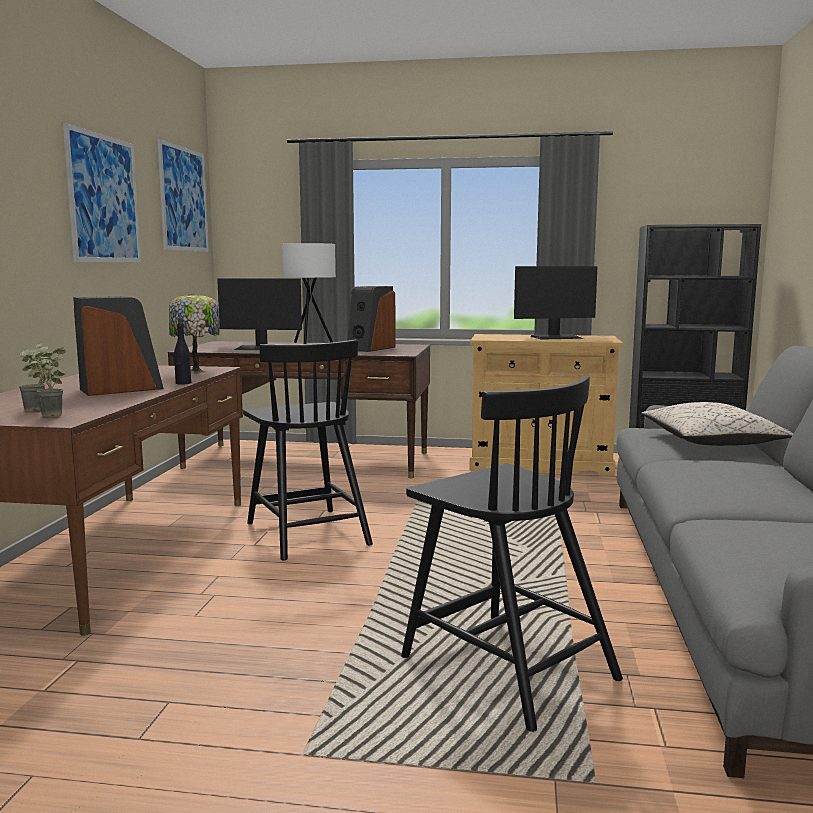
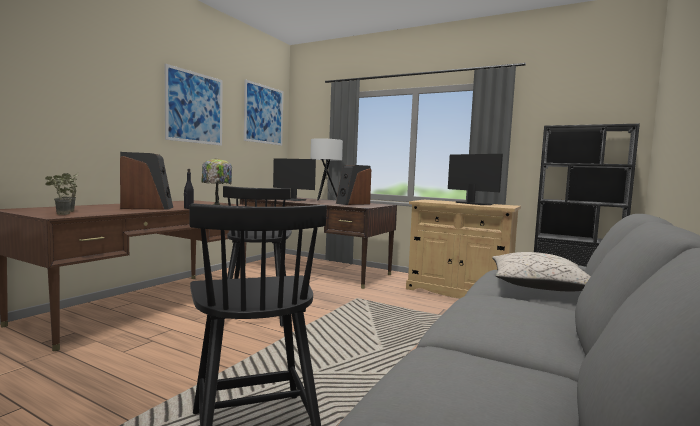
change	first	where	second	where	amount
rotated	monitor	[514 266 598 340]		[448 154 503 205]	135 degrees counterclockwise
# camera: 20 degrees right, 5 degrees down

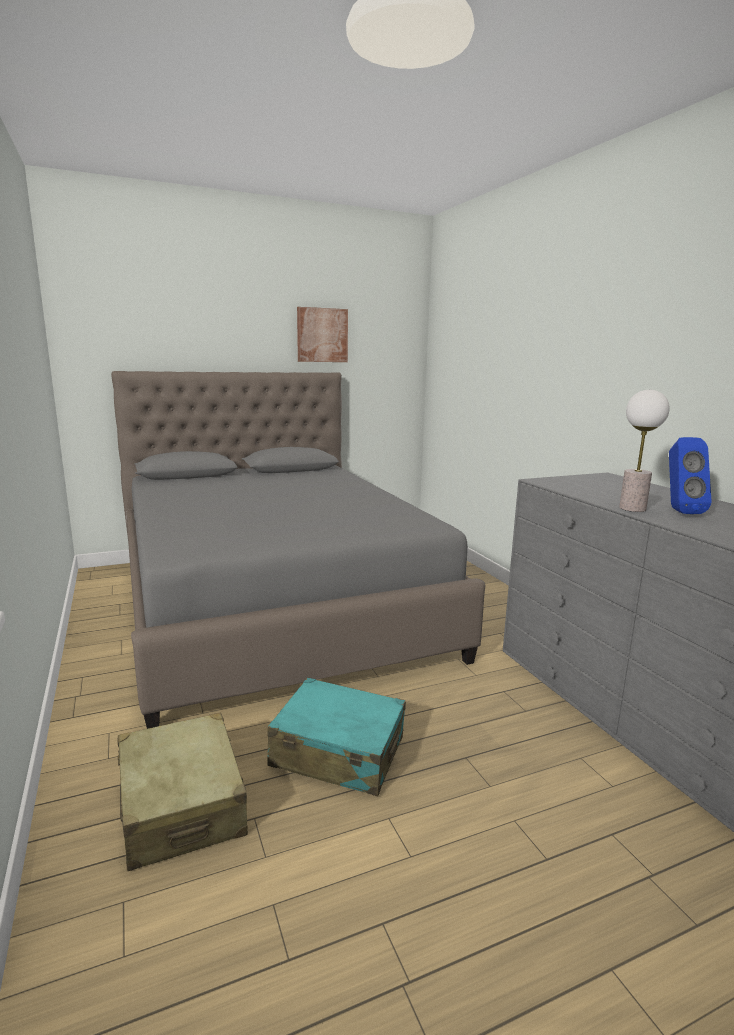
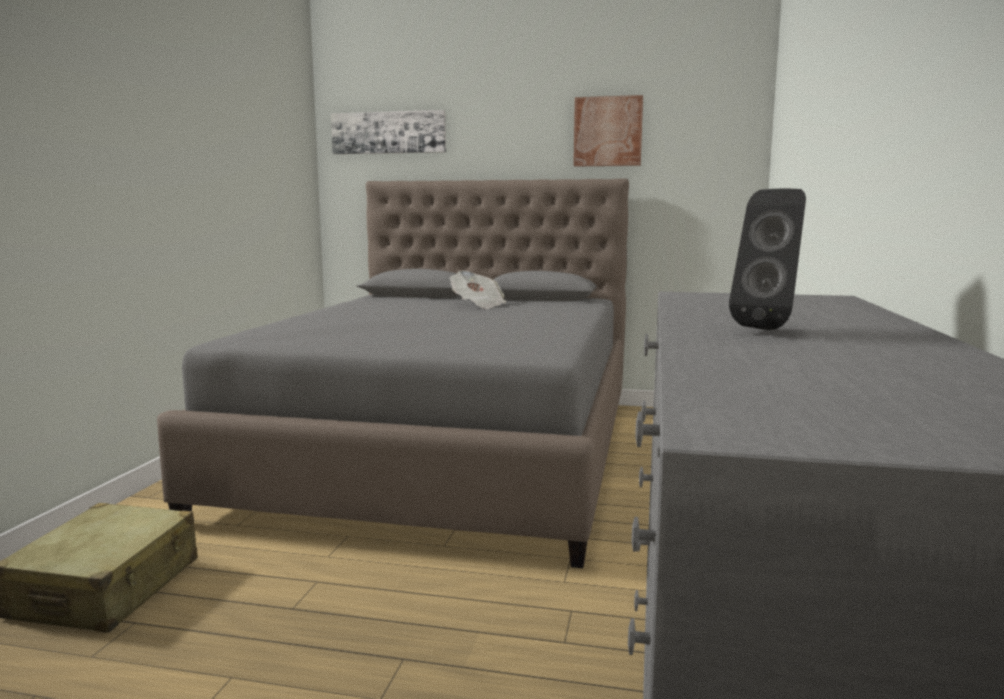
change	first	where	second	where	amount
gone	table lamp	[619 390 670 512]			
repainted	blue speaker	[669 437 712 514]	black speaker	[729 189 806 330]	
gone	turquoise suitcase	[267 677 406 796]			
new			picture	[331 110 446 154]	
new			newspaper	[450 270 506 309]	
# camera: 35 degrees right, 5 degrees down

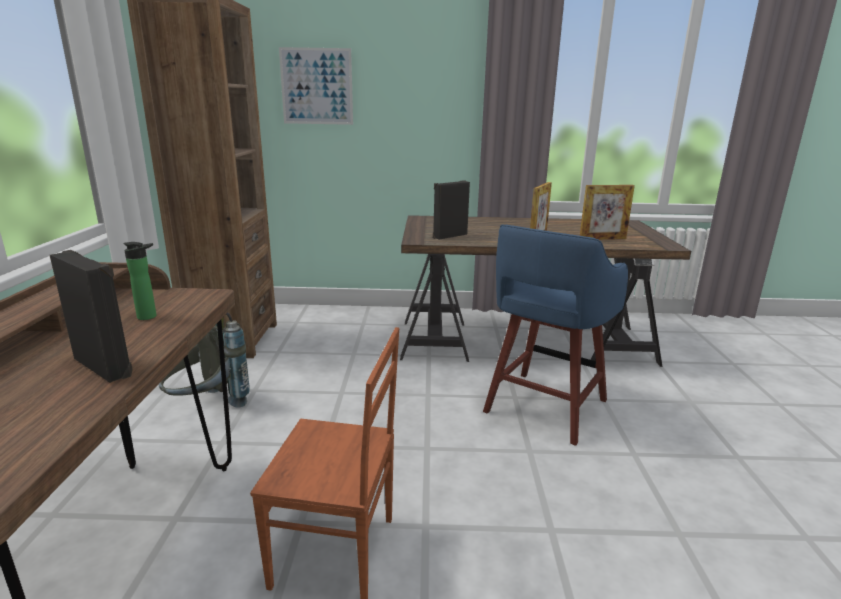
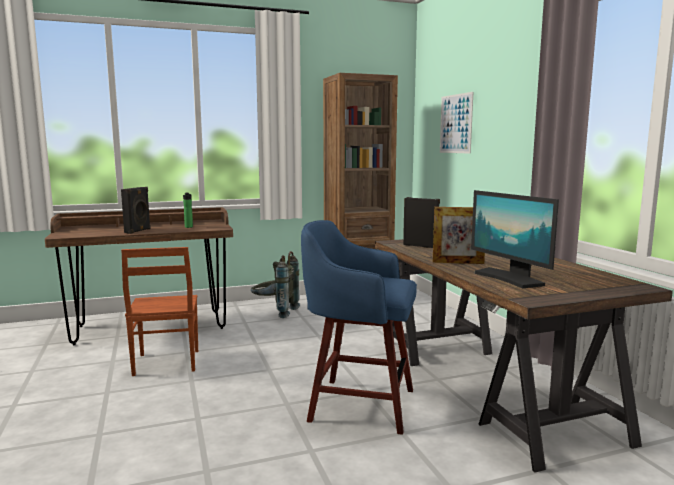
change	first	where	second	where	amount
swapped	picture frame	[580 185 635 240]	monitor	[471 190 559 288]	
# camera: 70 degrees right, 10 degrees down

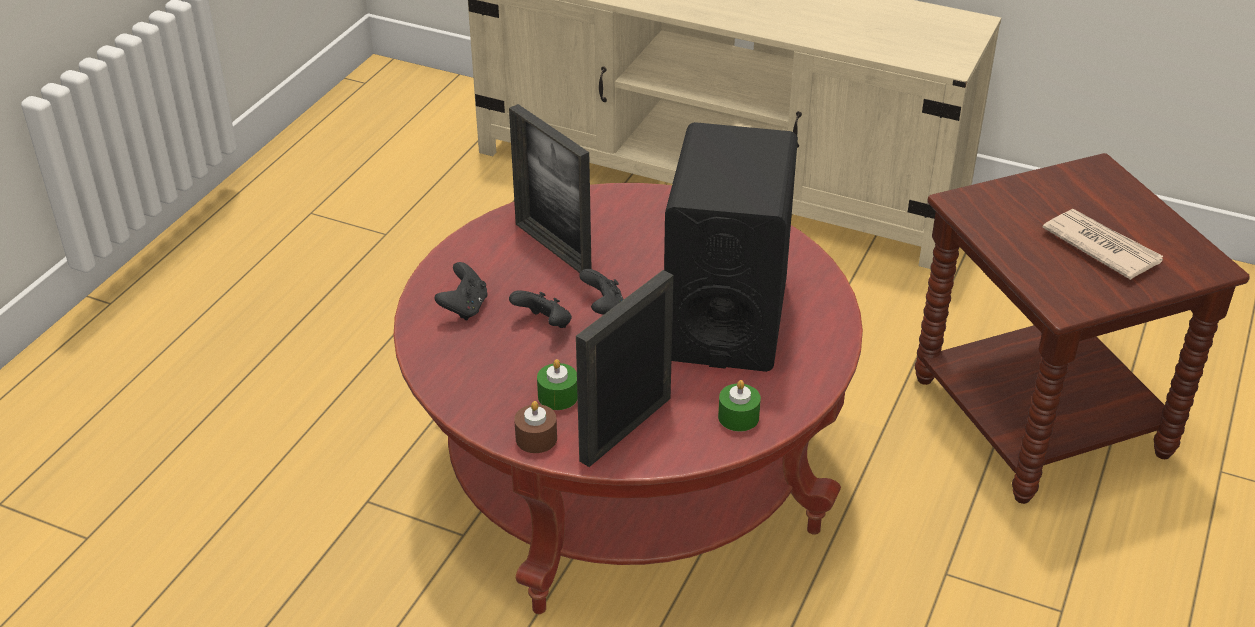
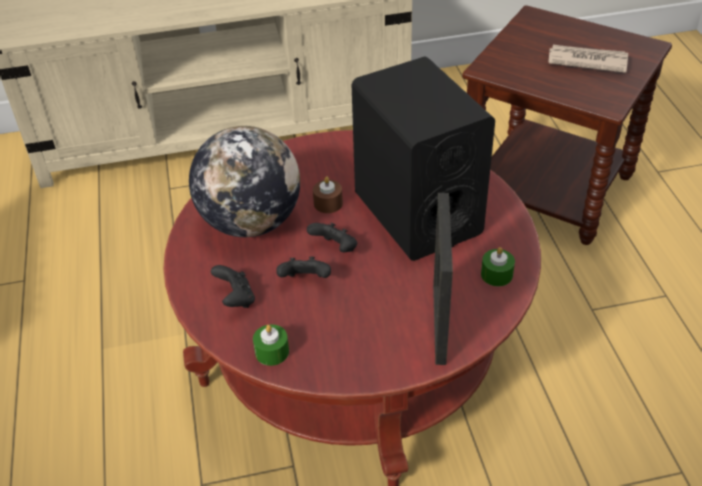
change	first	where	second	where	amount
swapped	picture frame	[509 104 592 273]	globe	[189 126 300 237]	
shifted	green candle	[537 359 578 410]		[253 324 289 366]	
shifted	brown candle	[514 401 557 453]		[313 176 343 213]	
# camera: 35 degrees left, 5 degrees up

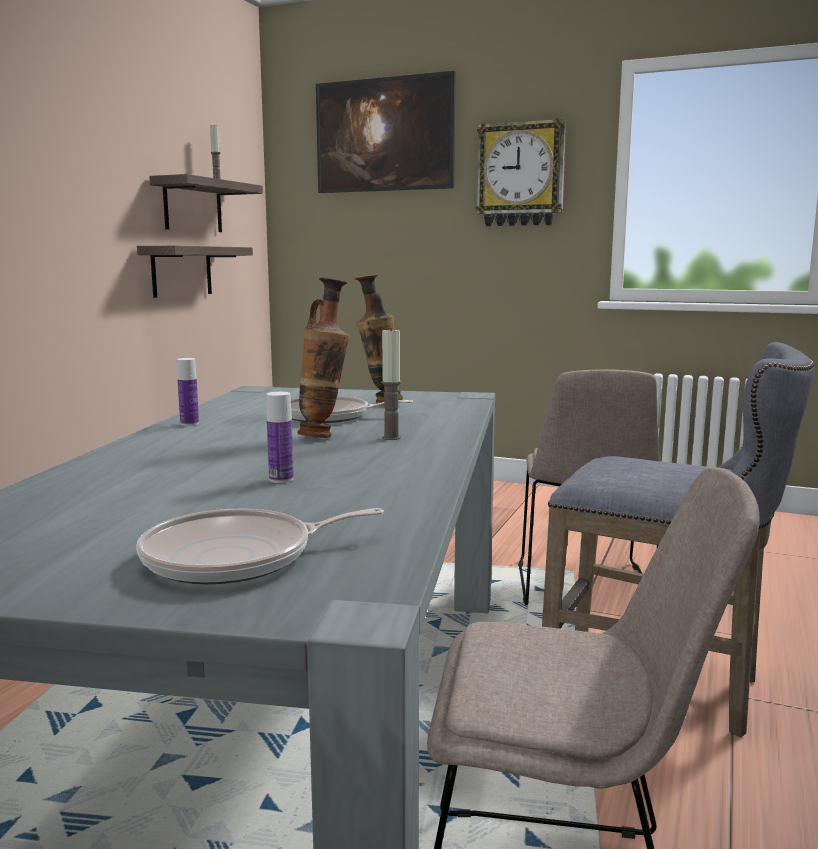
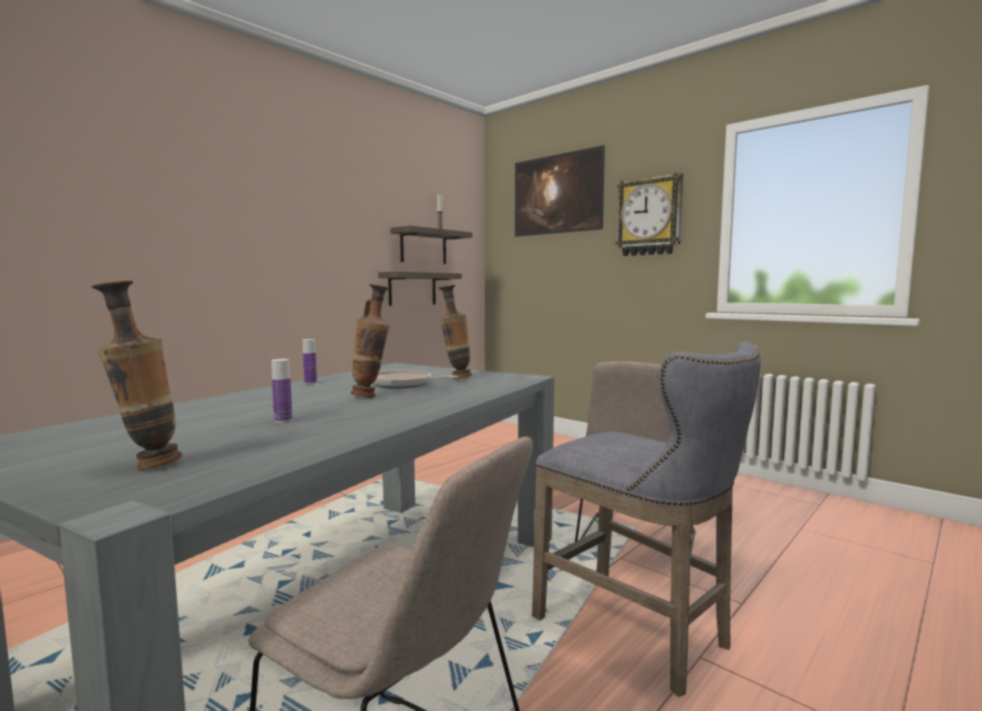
change	first	where	second	where	amount
gone	candle	[382 327 401 440]			
swapped	frying pan	[136 508 384 584]	vase	[91 280 182 470]	
# camera: 20 degrees right, 5 degrees down

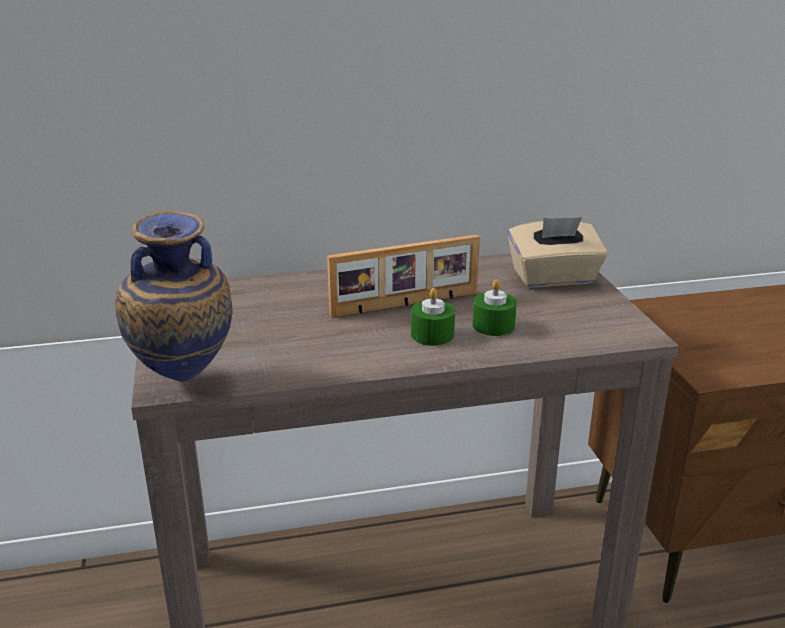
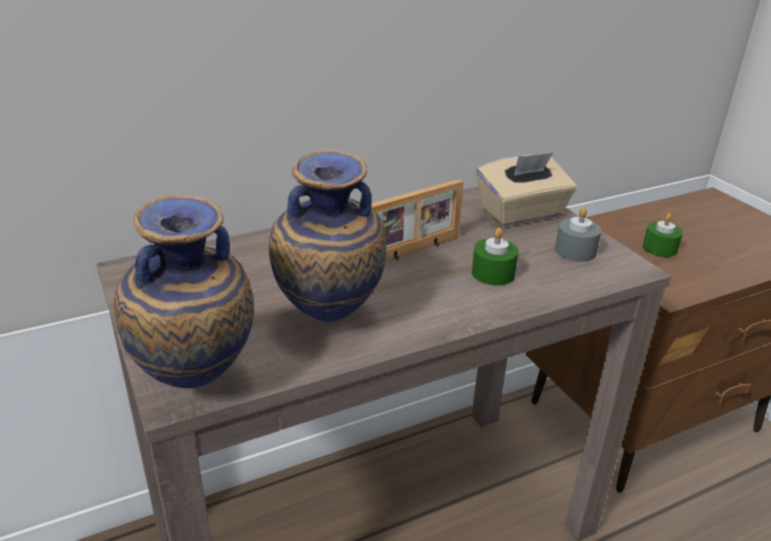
change	first	where	second	where	amount
shifted	green candle	[411 288 455 346]		[643 213 683 257]	
new			vase	[269 149 386 322]	
new			grey candle	[555 207 601 262]	
# camera: 15 degrees left, 5 degrees up

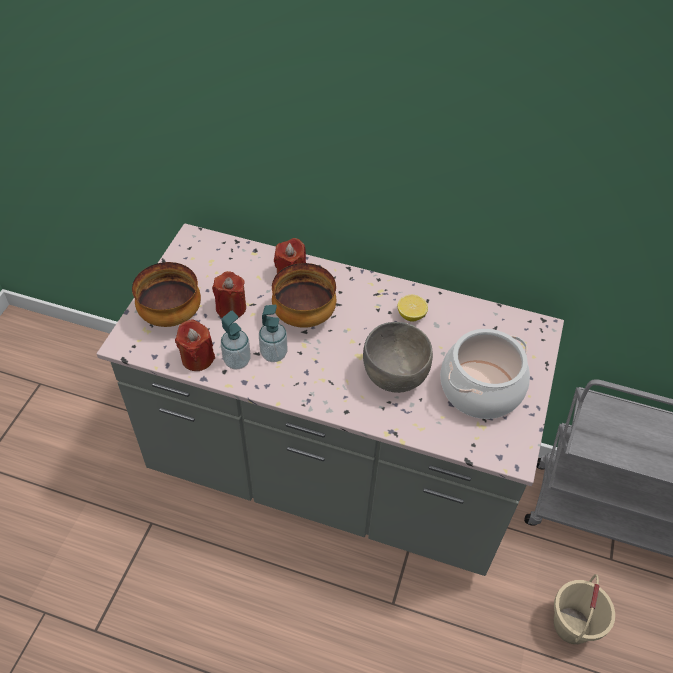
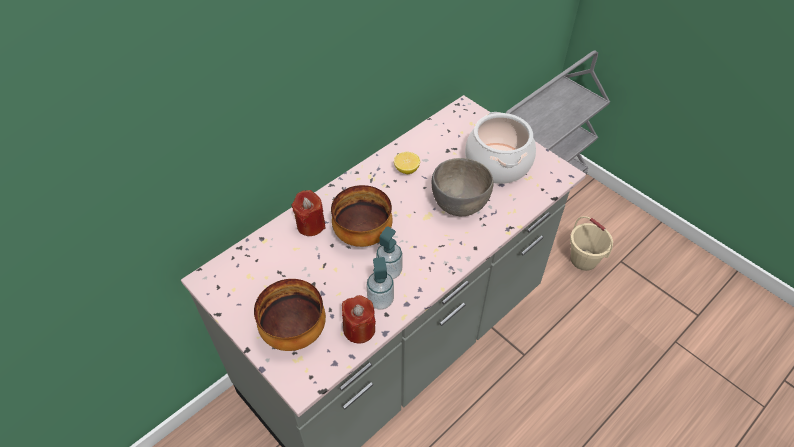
change	first	where	second	where	amount
gone	red candle	[212 271 246 318]			
# camera: 60 degrees left, 0 degrees up

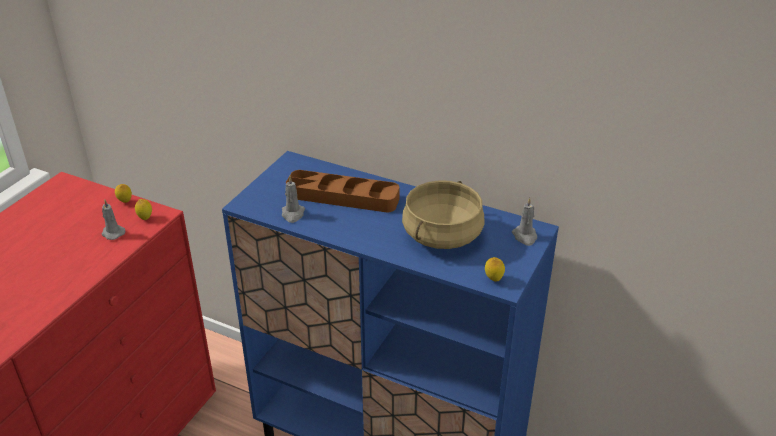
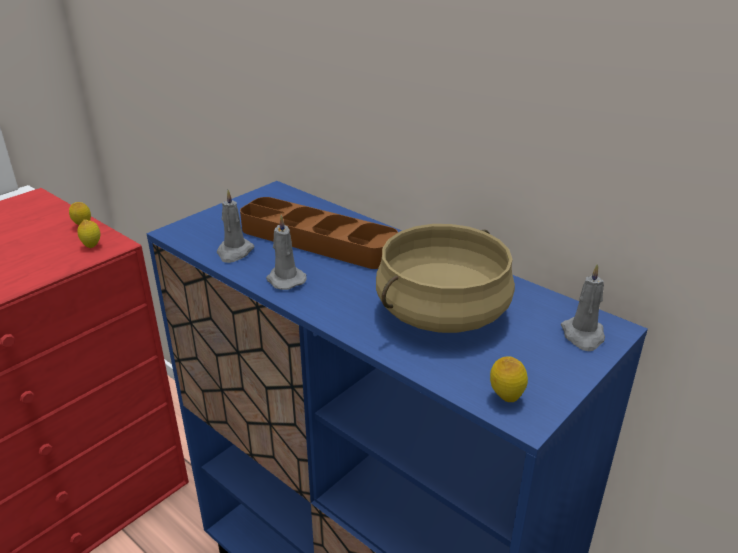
change	first	where	second	where	amount
shifted	grey candle	[101 200 125 240]		[266 215 306 290]	
# camera: 15 degrees right, 5 degrees down

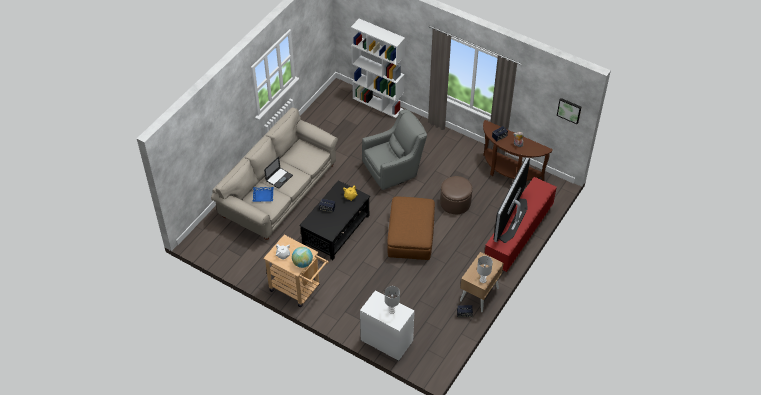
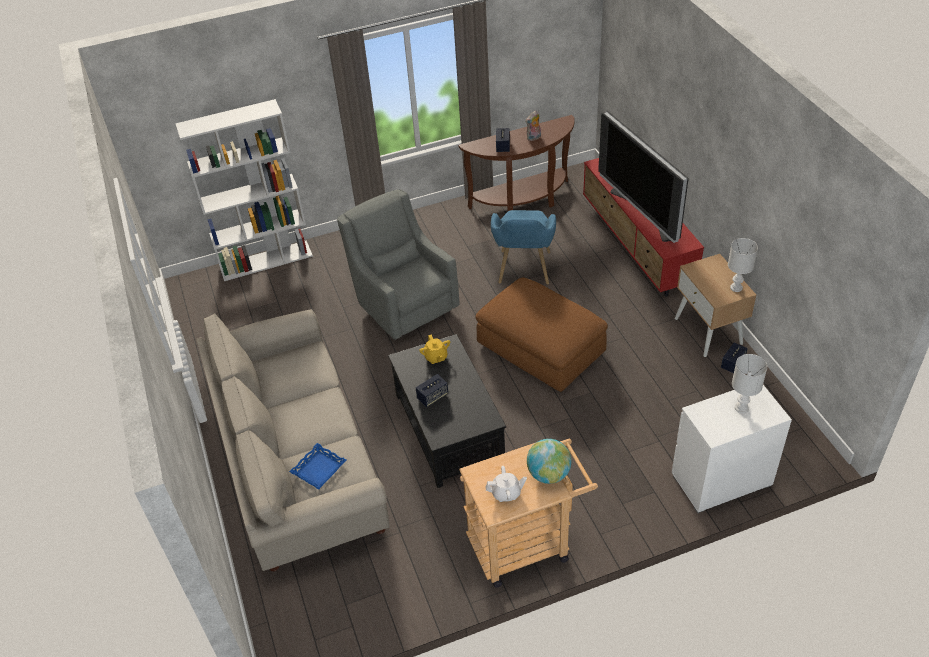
change	first	where	second	where	amount
gone	picture	[557 98 581 124]			
rotated	grey armchair	[362 109 427 190]		[337 189 460 340]	45 degrees counterclockwise
gone	laptop	[264 156 293 189]			
swapped	brown ottoman	[440 176 473 214]	blue armchair	[491 210 556 284]	
# camera: 50 degrees left, 5 degrees down

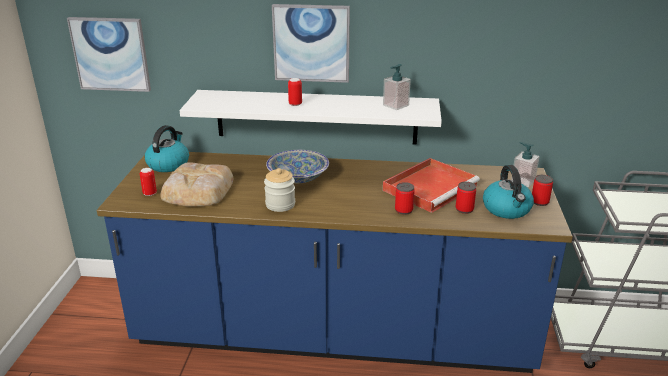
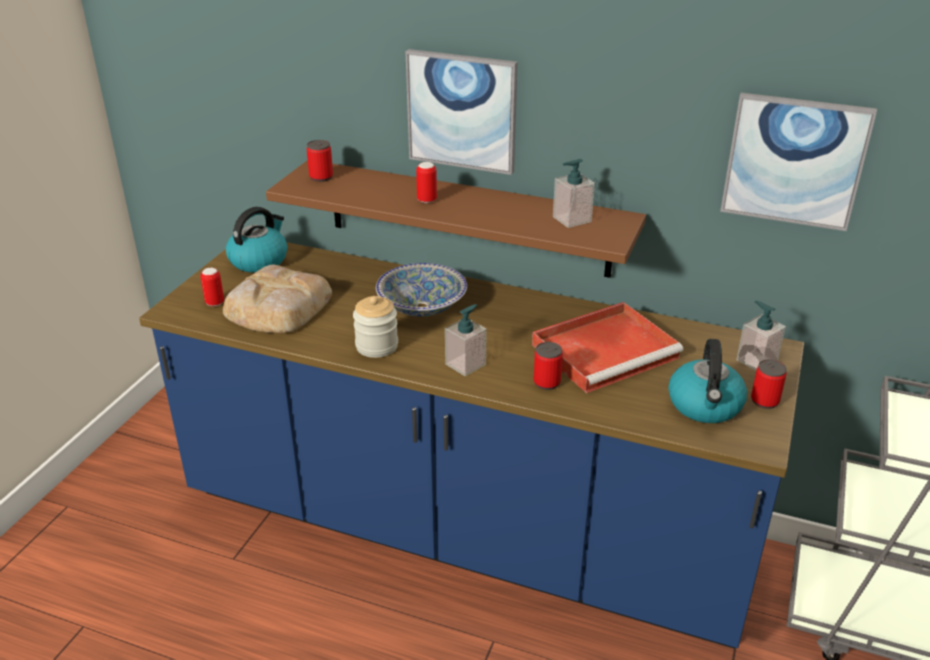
change	first	where	second	where	amount
shifted	picture	[67 17 151 92]		[720 93 877 231]	
repainted	white shelf	[180 90 442 145]	brown shelf	[266 160 646 278]	
shifted	can	[456 182 476 214]		[307 140 333 182]	
new			soap dispenser	[445 304 487 376]	
# camera: 15 degrees right, 5 degrees up

